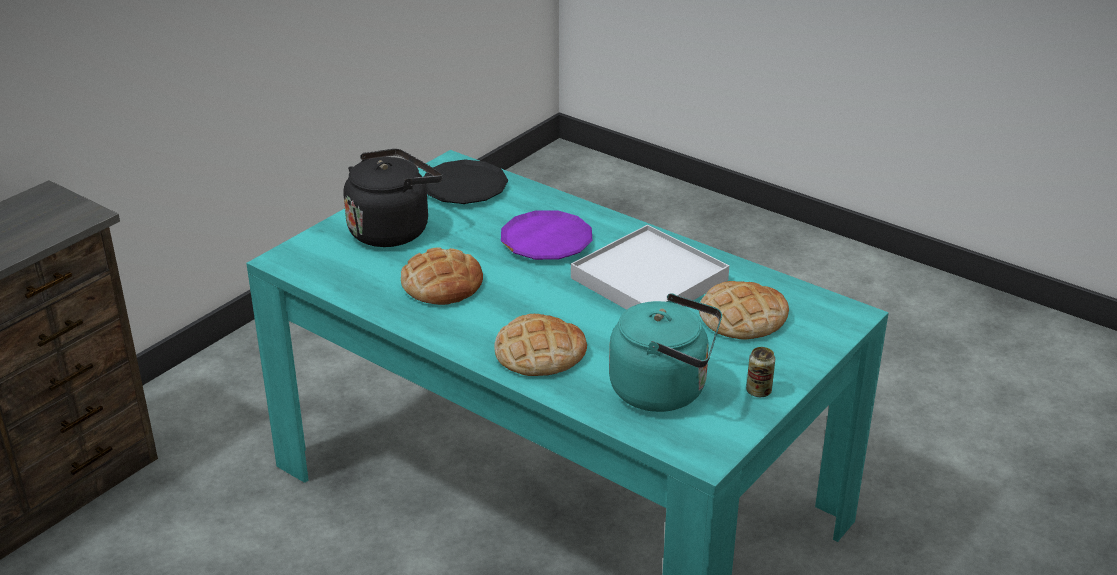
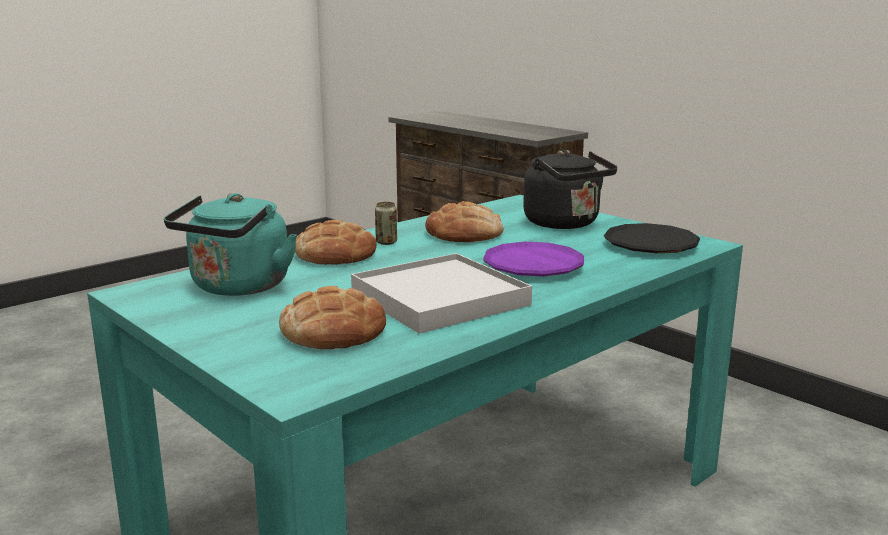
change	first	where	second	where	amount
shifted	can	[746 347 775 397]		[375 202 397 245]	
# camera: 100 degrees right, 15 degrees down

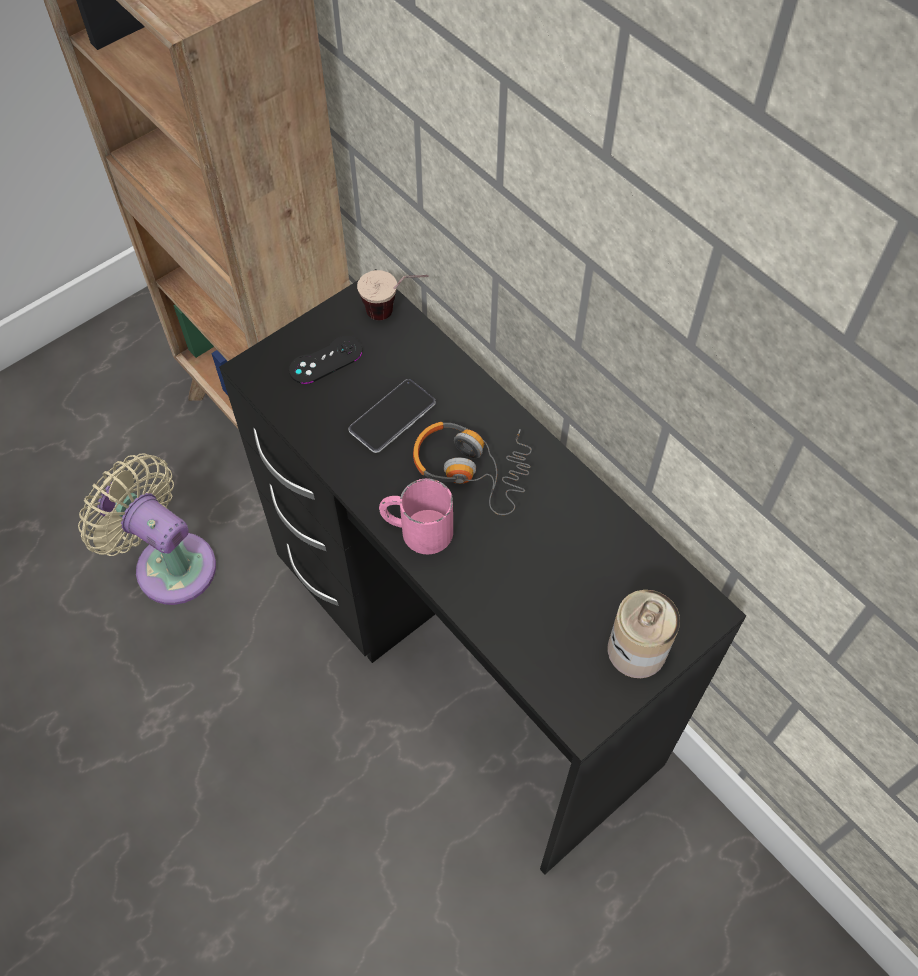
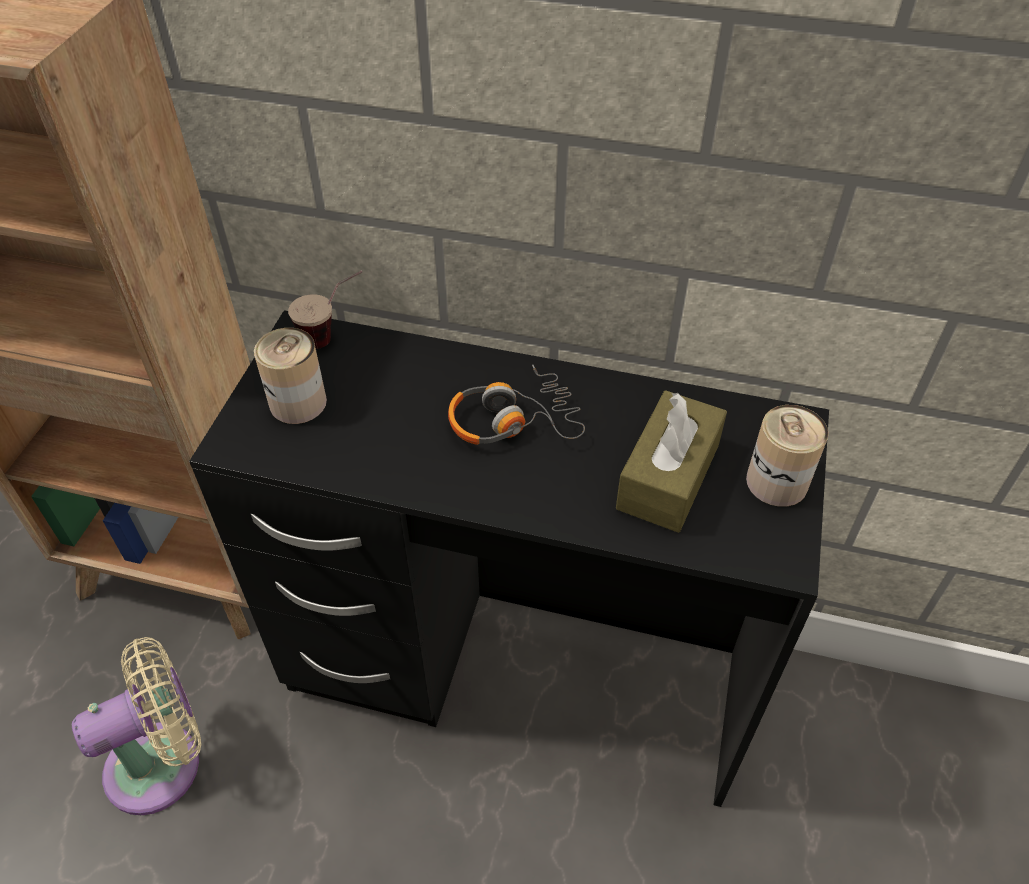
change	first	where	second	where	amount
swapped	black game controller	[289 336 362 384]	can	[254 328 327 424]	
gone	phone	[349 379 436 453]			
rotated	beige fan	[78 453 216 605]		[72 637 201 815]	150 degrees clockwise
gone	pink mug	[379 478 453 555]			
new			brown tissue box	[616 390 727 533]	
# camera: 35 degrees left, 10 degrees down

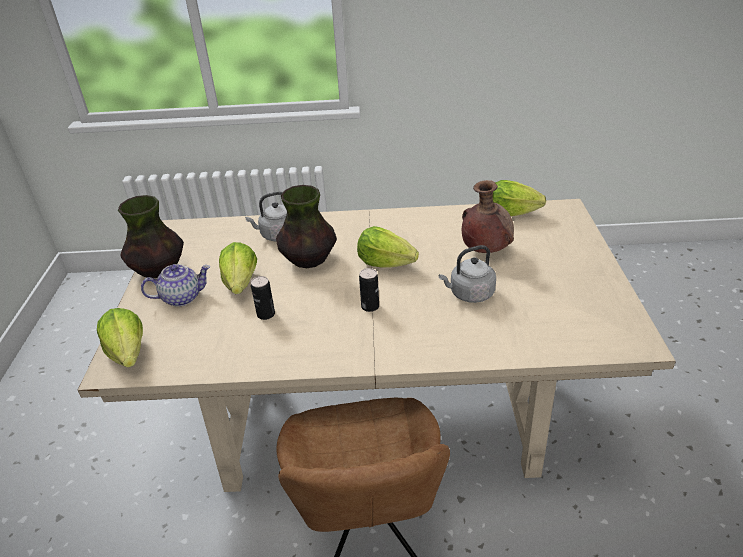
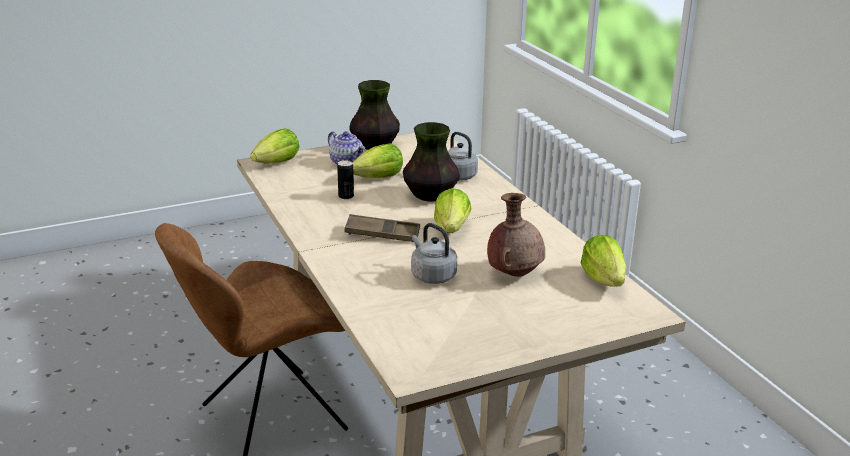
change	first	where	second	where	amount
swapped	can	[359 268 379 312]	brown tray	[345 214 420 242]	
# camera: 65 degrees right, 10 degrees down

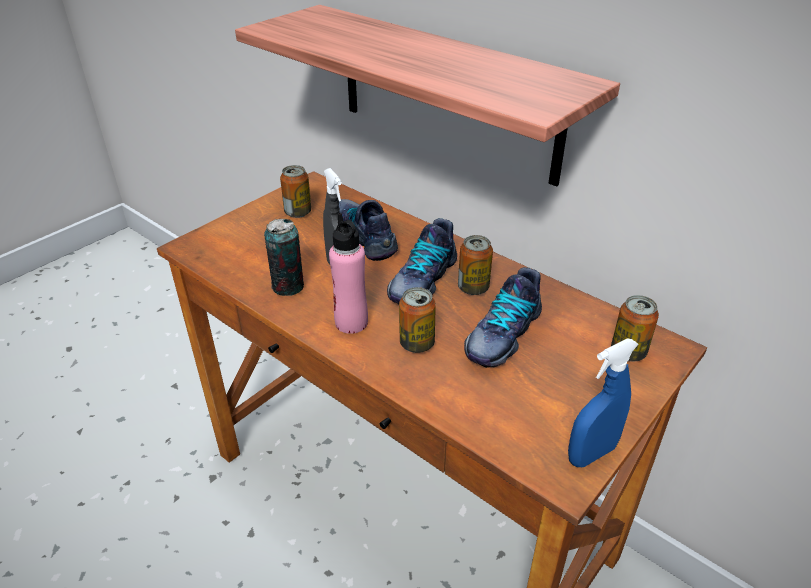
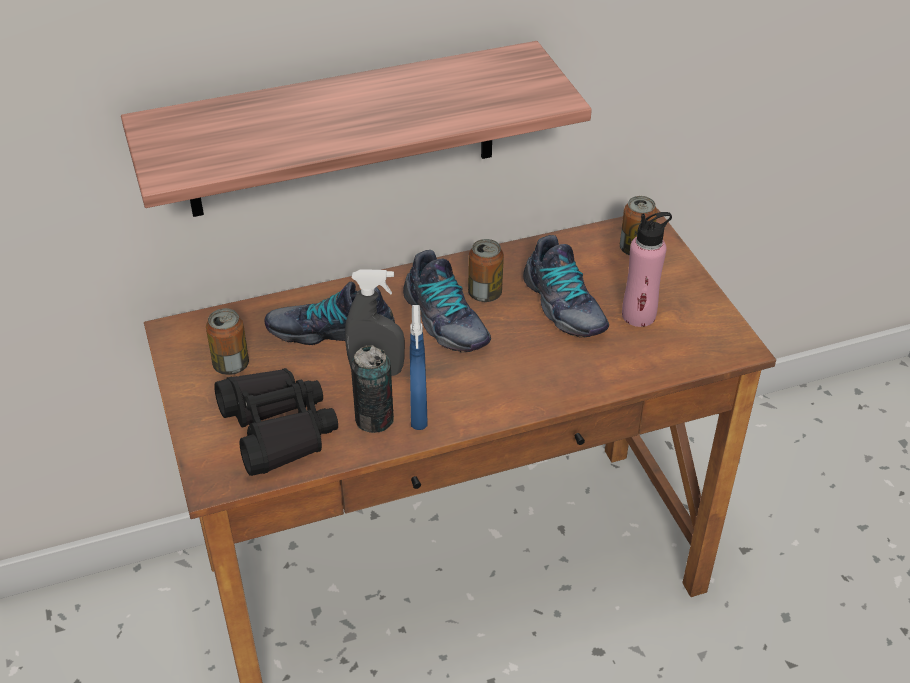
change	first	where	second	where	amount
shifted	pink bottle	[329 213 368 334]		[622 212 672 327]	
gone	can	[399 287 436 353]			
shifted	blue spray bottle	[568 338 639 467]		[410 305 428 430]	
new			black binoculars	[214 368 338 476]	
# camera: 60 degrees left, 5 degrees up

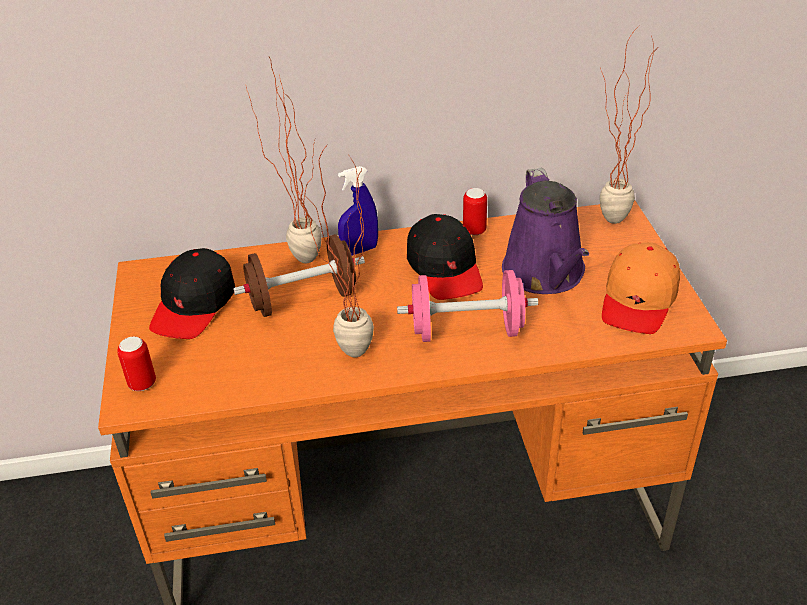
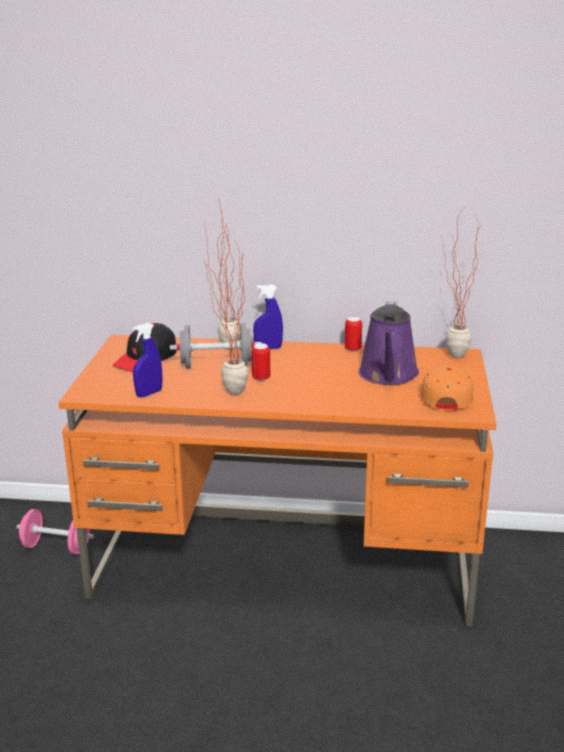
change	first	where	second	where	amount
gone	black cap	[407 214 483 300]			
repainted	brown dumbbell	[233 234 365 317]	grey dumbbell	[170 323 262 369]	
rotated	orange cap	[602 243 680 334]		[421 365 473 409]	150 degrees clockwise
shifted	pink dumbbell	[397 270 538 342]		[17 509 94 554]	
shifted	can	[117 336 156 391]		[252 343 270 381]	
new			blue spray bottle	[133 323 162 397]	
# camera: 15 degrees right, 15 degrees down

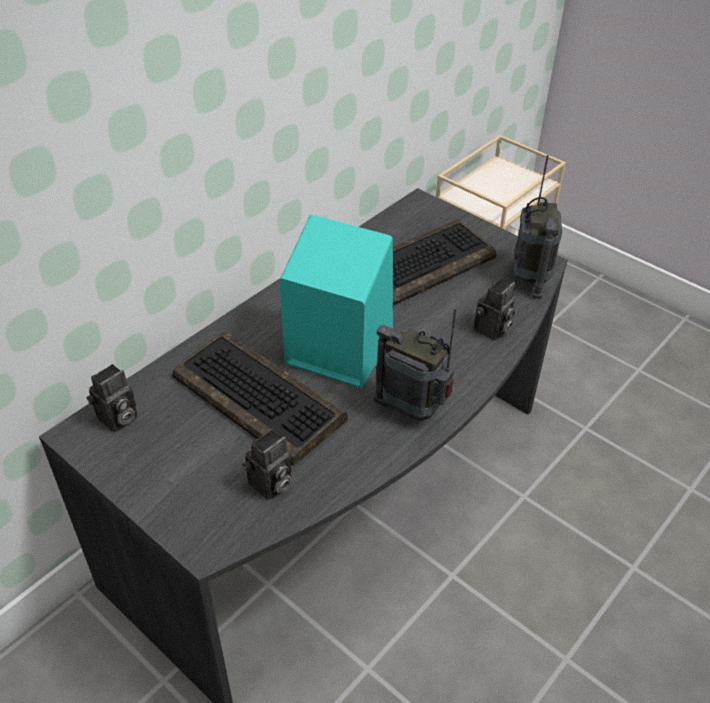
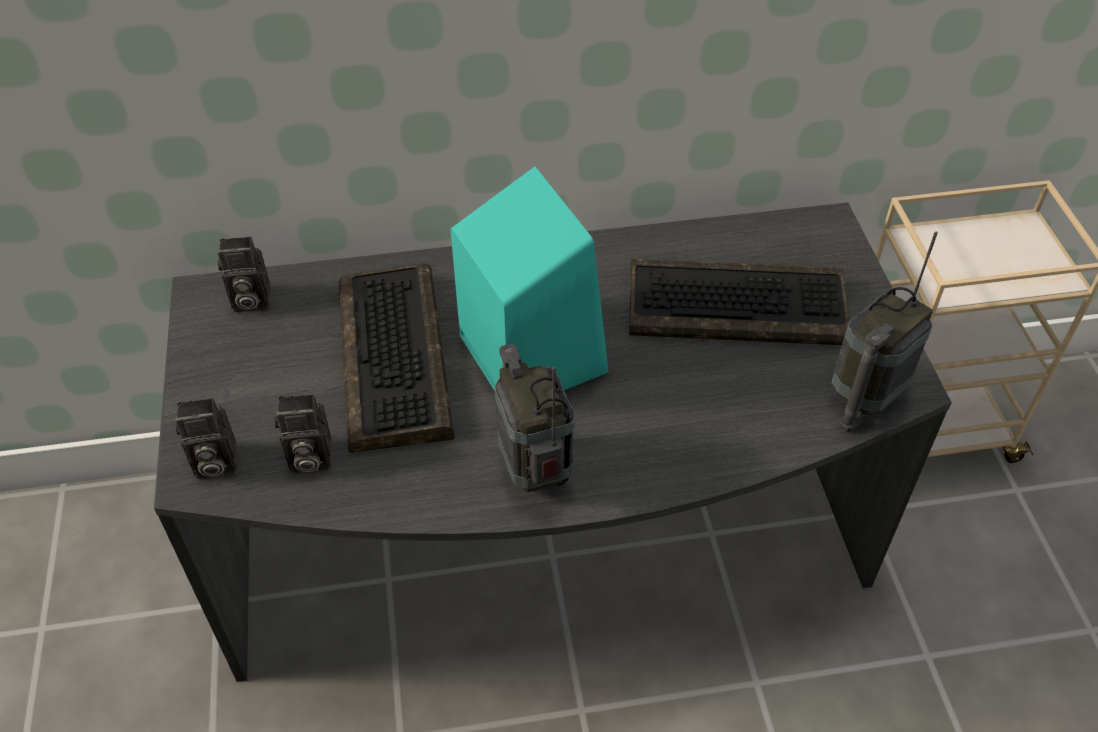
change	first	where	second	where	amount
shifted	photo camera	[474 278 515 340]		[175 397 237 478]	
# camera: 40 degrees right, 5 degrees up

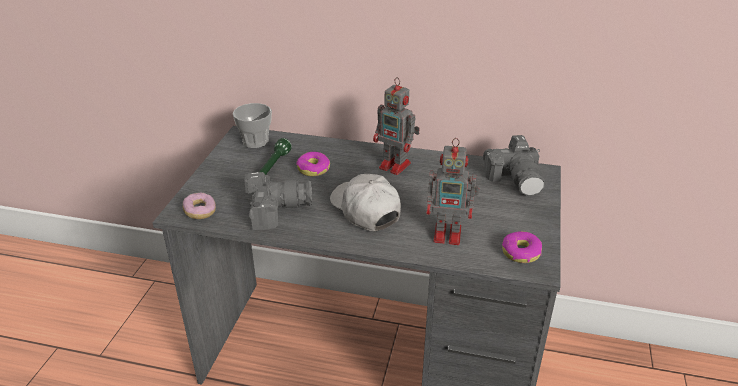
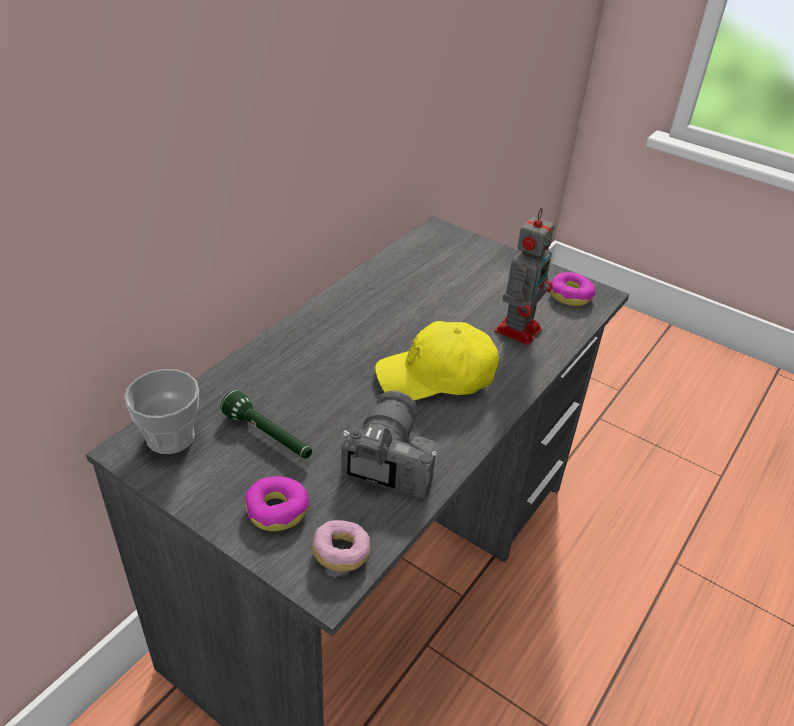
change	first	where	second	where	amount
gone	toy robot	[373 77 420 175]			
gone	photo camera	[483 135 545 196]			
shifted	donut	[296 152 330 176]		[245 476 309 531]	
repainted	white cap	[330 174 401 231]	yellow cap	[375 321 499 401]	
# camera: 70 degrees left, 5 degrees up

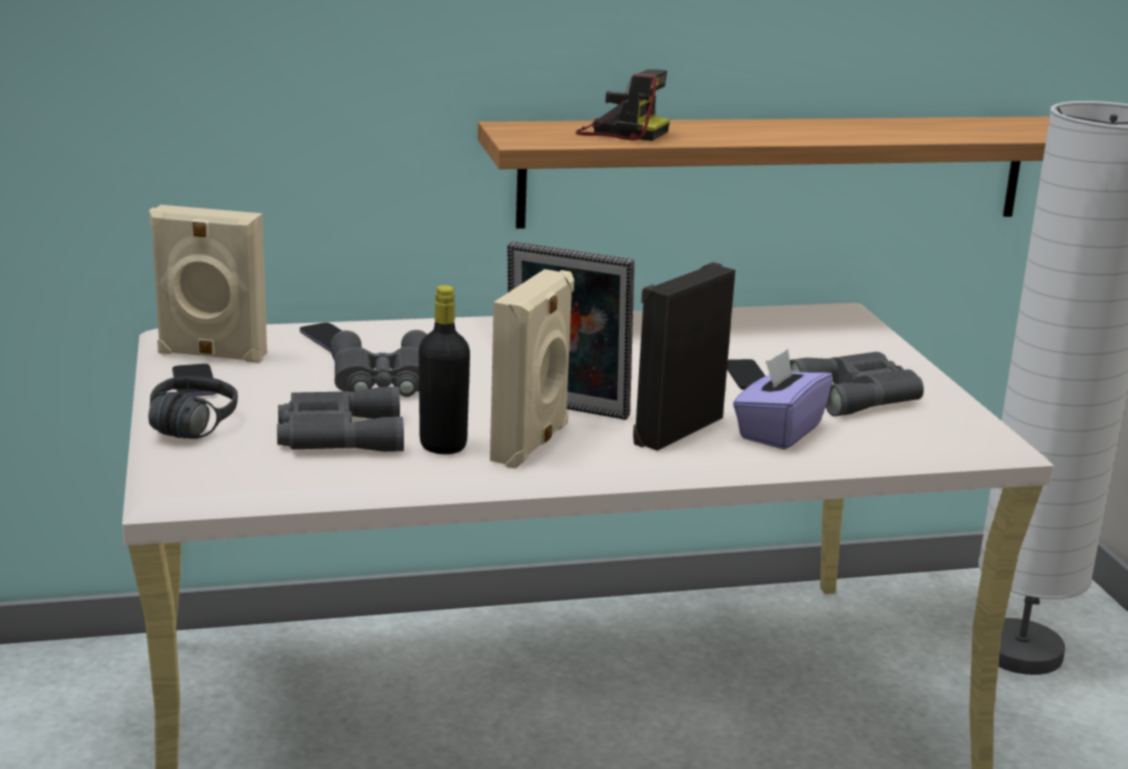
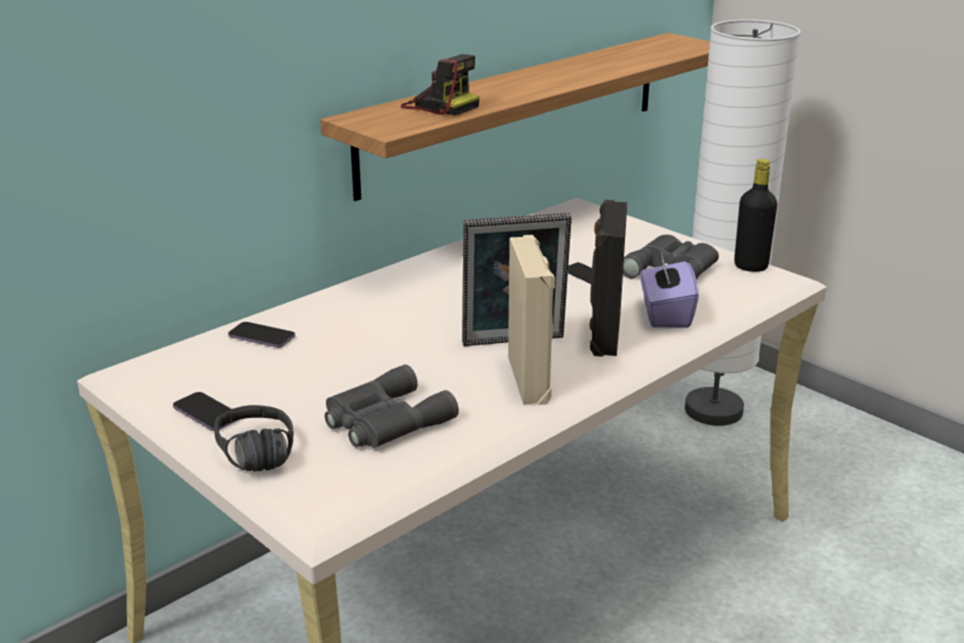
change	first	where	second	where	amount
rotated	photo camera	[575 69 670 141]		[401 54 480 116]	45 degrees clockwise
gone	beige speaker	[149 205 267 363]			
shifted	black bottle	[419 285 470 454]		[734 159 777 272]	
gone	grey binoculars	[331 330 427 397]			
# camera: 30 degrees left, 5 degrees up

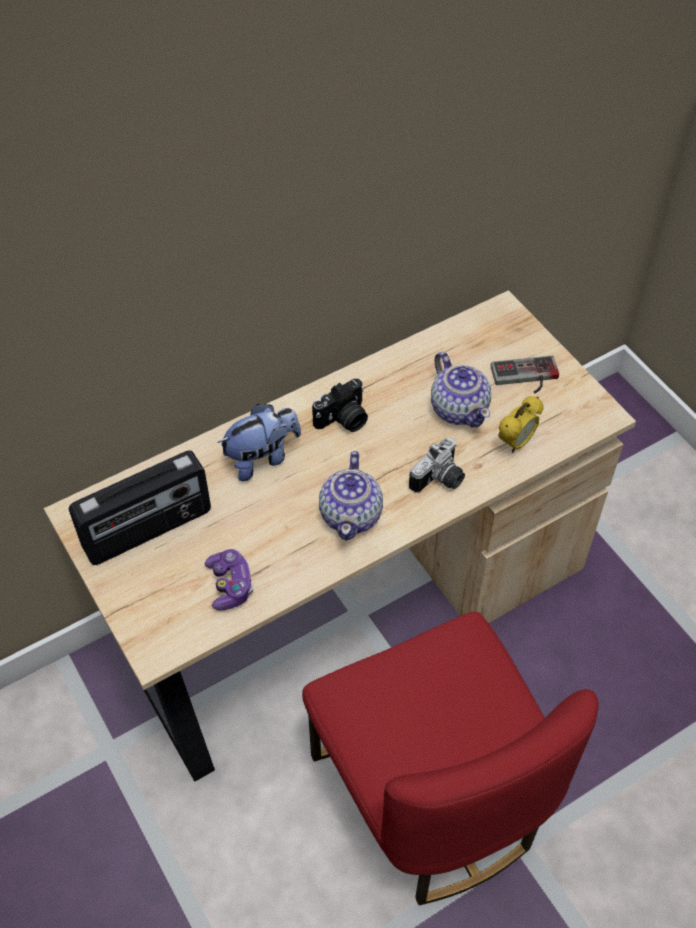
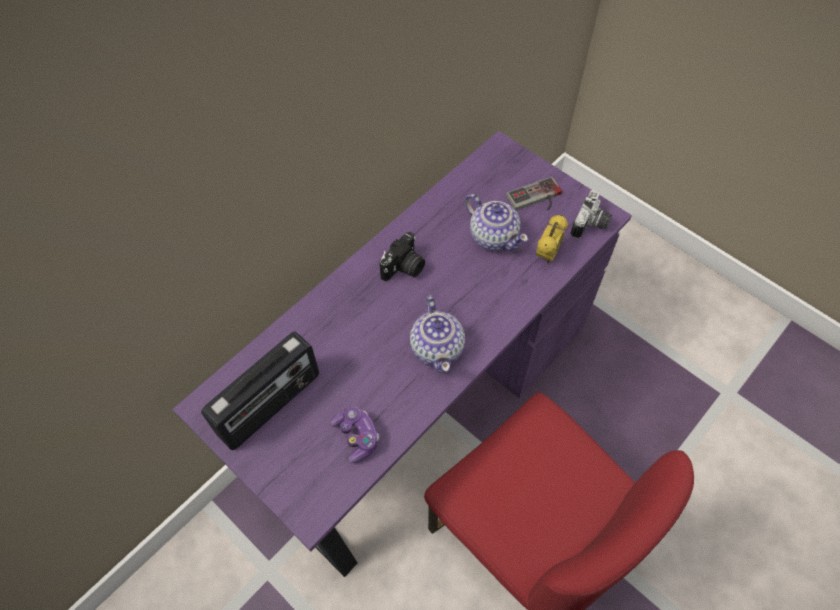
change	first	where	second	where	amount
repainted	beige desk	[44 290 636 782]	purple desk	[172 131 632 577]	
gone	plush toy	[218 404 301 482]			
shifted	photo camera	[409 437 465 493]		[571 190 612 239]	
# camera: 15 degrees left, 5 degrees up

